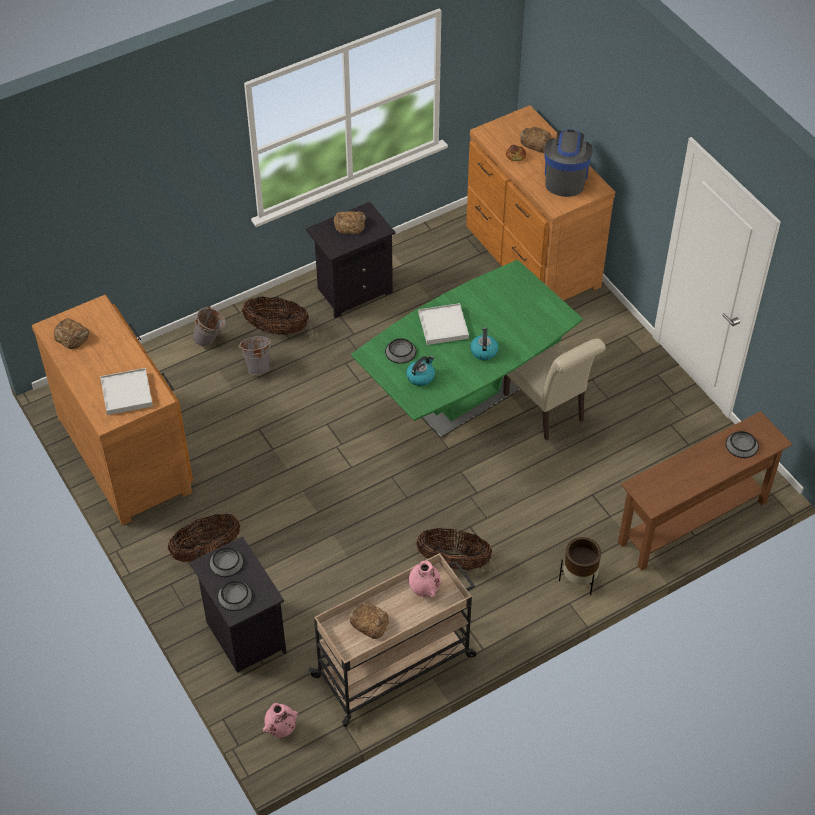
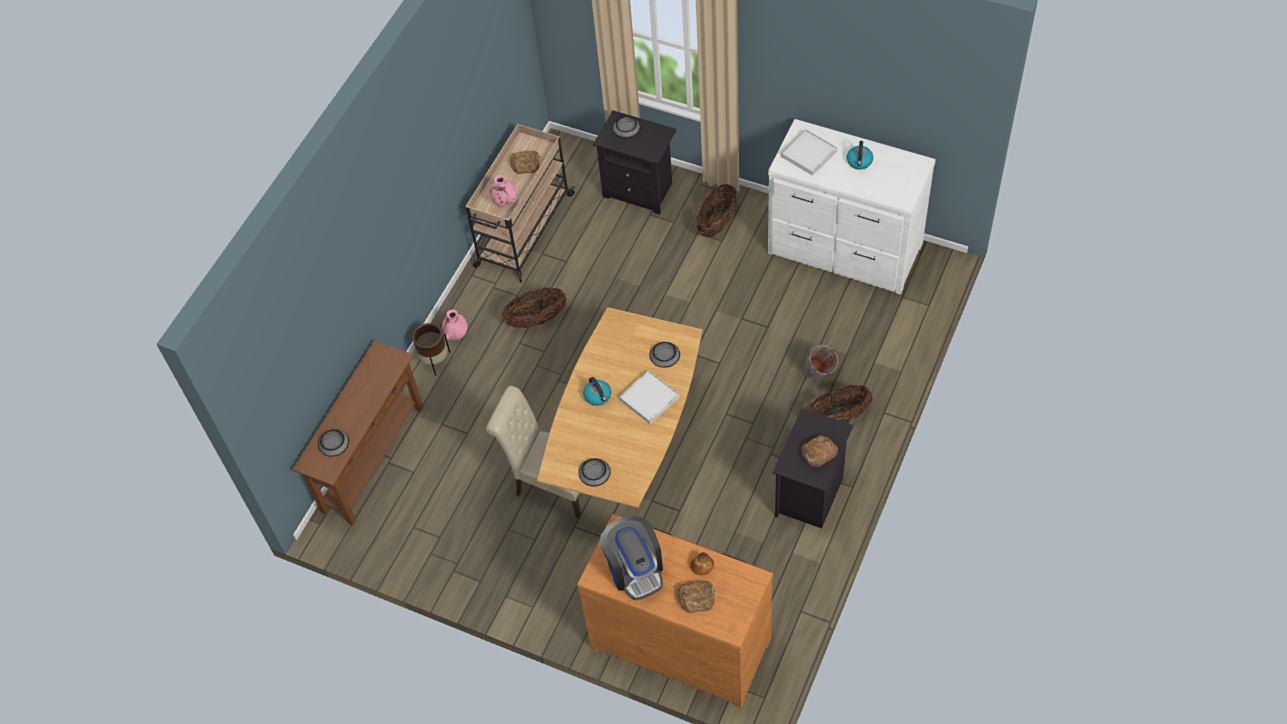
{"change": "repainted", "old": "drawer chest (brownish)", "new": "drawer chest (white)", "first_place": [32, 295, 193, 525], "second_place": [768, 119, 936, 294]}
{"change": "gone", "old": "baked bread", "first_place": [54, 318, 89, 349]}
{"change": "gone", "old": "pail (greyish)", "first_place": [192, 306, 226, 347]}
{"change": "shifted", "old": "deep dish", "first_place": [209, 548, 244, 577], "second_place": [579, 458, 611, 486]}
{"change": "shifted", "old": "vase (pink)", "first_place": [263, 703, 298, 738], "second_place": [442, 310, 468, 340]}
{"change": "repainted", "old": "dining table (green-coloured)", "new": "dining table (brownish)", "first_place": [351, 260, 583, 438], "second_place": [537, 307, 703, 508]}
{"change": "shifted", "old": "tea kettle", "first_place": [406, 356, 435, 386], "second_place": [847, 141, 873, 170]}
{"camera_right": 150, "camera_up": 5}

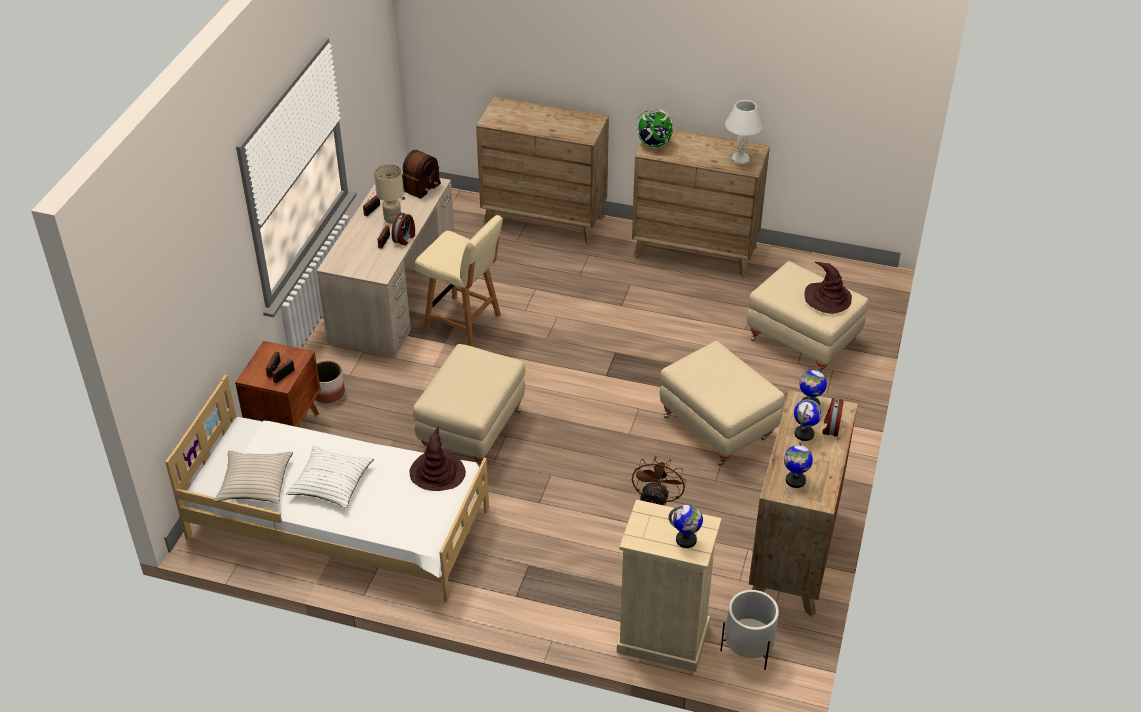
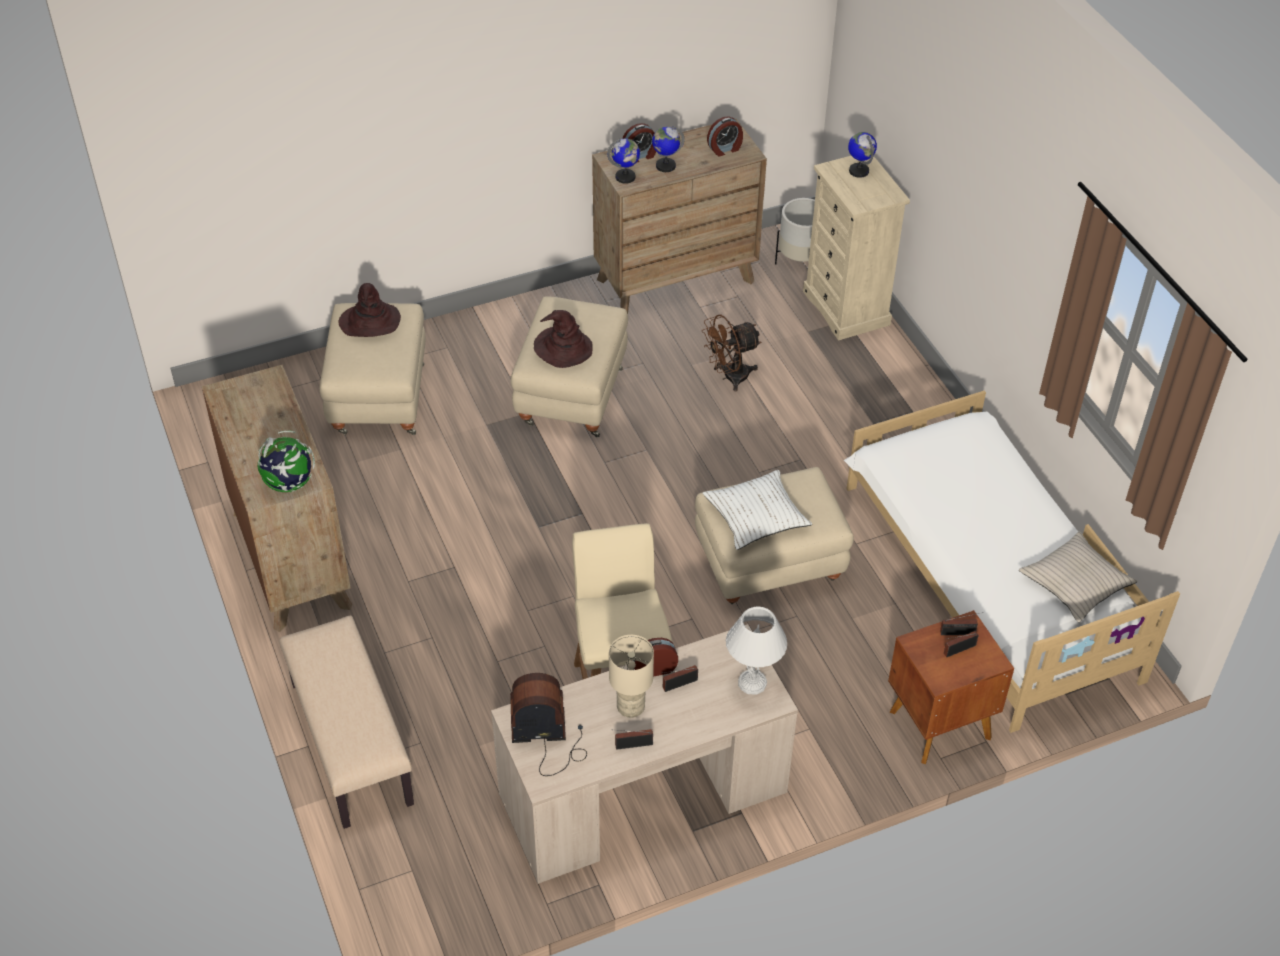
{"change": "shifted", "old": "pillow (white)", "first_place": [286, 446, 374, 508], "second_place": [703, 470, 812, 550]}
{"change": "gone", "old": "plant pot", "first_place": [315, 361, 345, 403]}
{"change": "shifted", "old": "clothing hat (brownish)", "first_place": [410, 426, 466, 491], "second_place": [534, 310, 593, 368]}
{"change": "swapped", "old": "drawer chest (brownish)", "new": "indoor bench (beige)", "first_place": [476, 97, 609, 246], "second_place": [279, 616, 414, 829]}
{"change": "shifted", "old": "lamp for a table (white)", "first_place": [725, 100, 763, 164], "second_place": [726, 607, 787, 695]}
{"change": "swapped", "old": "desk globe", "new": "bedside clock", "first_place": [784, 441, 813, 488], "second_place": [707, 116, 743, 156]}
{"camera_right": -130, "camera_up": 5}

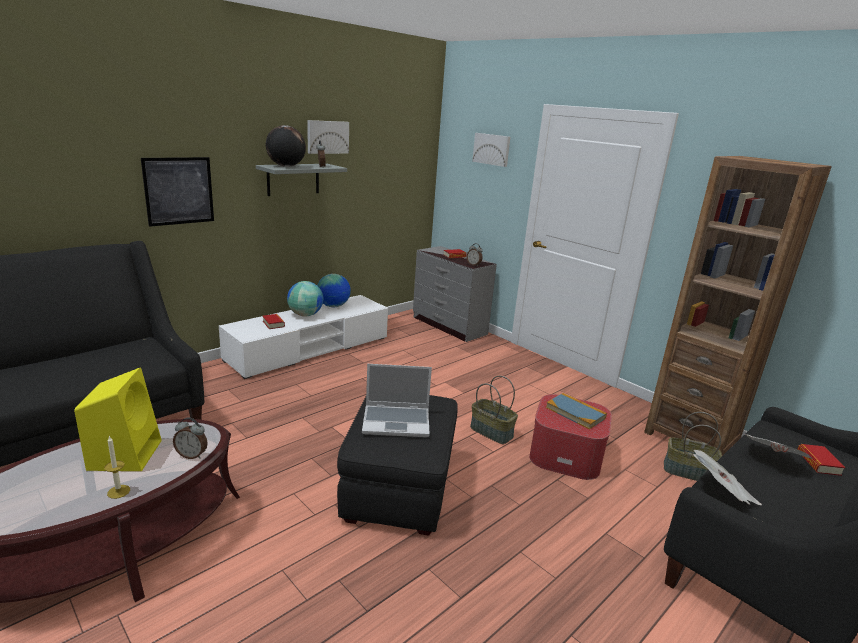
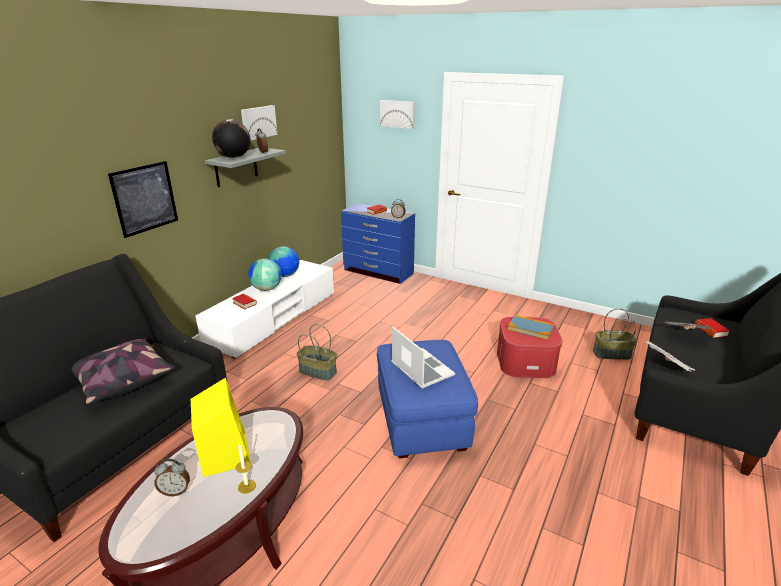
{"change": "shifted", "old": "bedside clock", "first_place": [173, 418, 208, 459], "second_place": [154, 459, 190, 496]}
{"change": "repainted", "old": "ottoman (black)", "new": "ottoman (bluish)", "first_place": [337, 395, 458, 535], "second_place": [377, 340, 478, 458]}
{"change": "rotated", "old": "portable computer", "first_place": [362, 364, 432, 437], "second_place": [392, 326, 455, 389], "degrees": -105}
{"change": "repainted", "old": "drawer chest (greyish)", "new": "drawer chest (bluish)", "first_place": [413, 246, 497, 342], "second_place": [341, 203, 415, 284]}
{"change": "shifted", "old": "household basket", "first_place": [470, 376, 518, 444], "second_place": [297, 324, 337, 381]}
{"change": "gone", "old": "bookcase (brownish)", "first_place": [644, 156, 832, 456]}
{"change": "new", "new": "pillow", "second_place": [72, 338, 175, 404]}
{"camera_right": -15, "camera_up": 5}

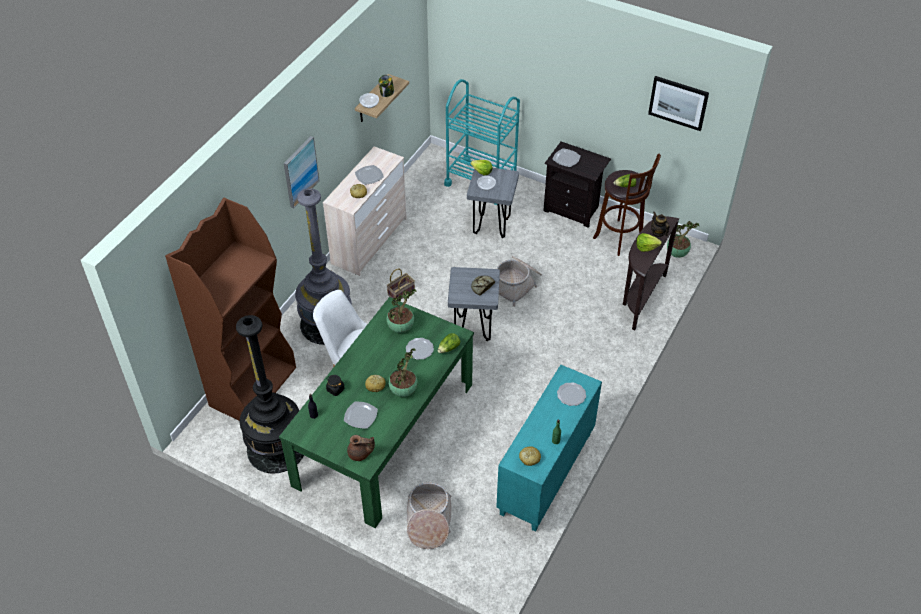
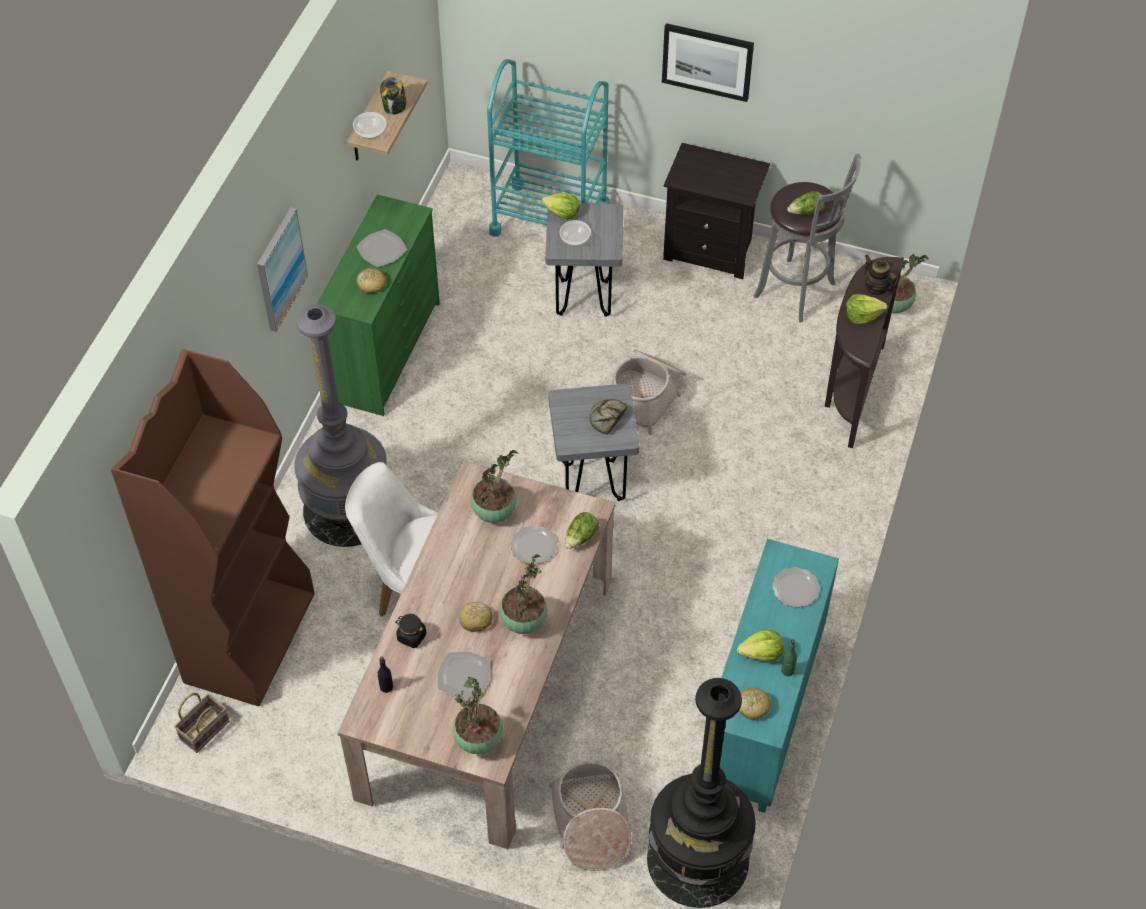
{"change": "shifted", "old": "standard lamp (black)", "first_place": [236, 315, 304, 474], "second_place": [647, 678, 756, 908]}
{"change": "repainted", "old": "dining table (green-coloured)", "new": "dining table (beige)", "first_place": [279, 297, 474, 528], "second_place": [337, 461, 615, 849]}
{"change": "repainted", "old": "drawer chest (beige)", "new": "drawer chest (green-coloured)", "first_place": [323, 146, 407, 276], "second_place": [317, 194, 440, 416]}
{"change": "swapped", "old": "teapot (brownish)", "new": "houseplant", "first_place": [347, 435, 375, 461], "second_place": [453, 677, 503, 754]}
{"change": "shifted", "old": "household basket", "first_place": [387, 269, 415, 299], "second_place": [174, 693, 229, 753]}
{"change": "gone", "old": "dinner plate", "first_place": [552, 148, 580, 167]}
{"change": "repainted", "old": "stool (brownish)", "new": "stool (greyish)", "first_place": [593, 153, 661, 256], "second_place": [754, 153, 861, 322]}
{"change": "shifted", "old": "picture", "first_place": [648, 76, 709, 131], "second_place": [662, 23, 754, 102]}
{"change": "new", "new": "head of lettuce", "second_place": [737, 630, 784, 661]}
{"camera_right": -10, "camera_up": 5}

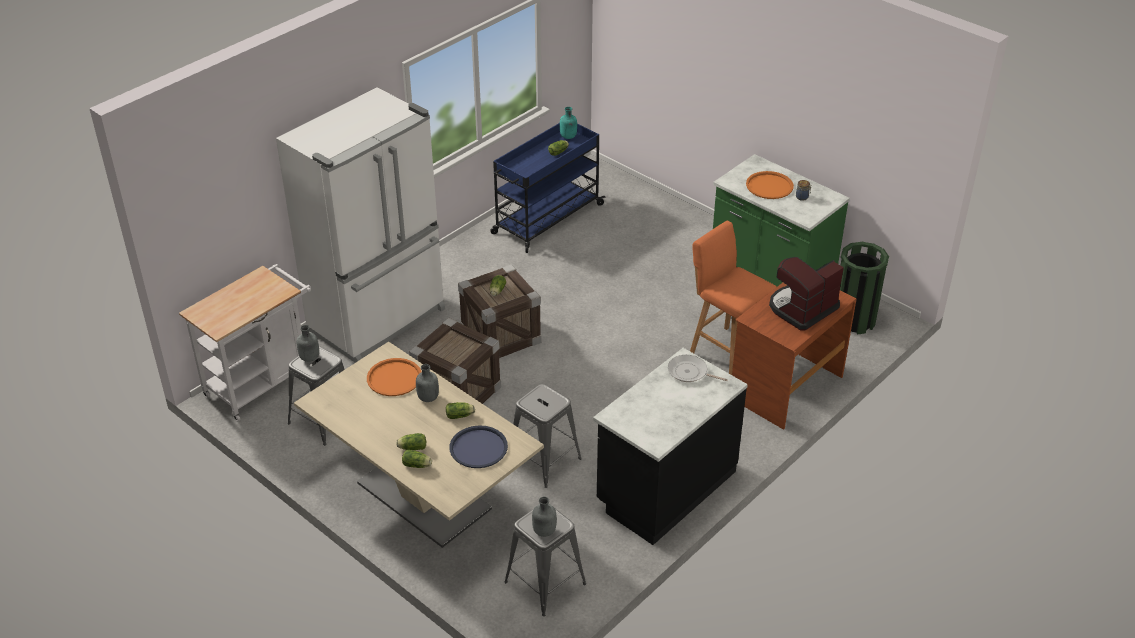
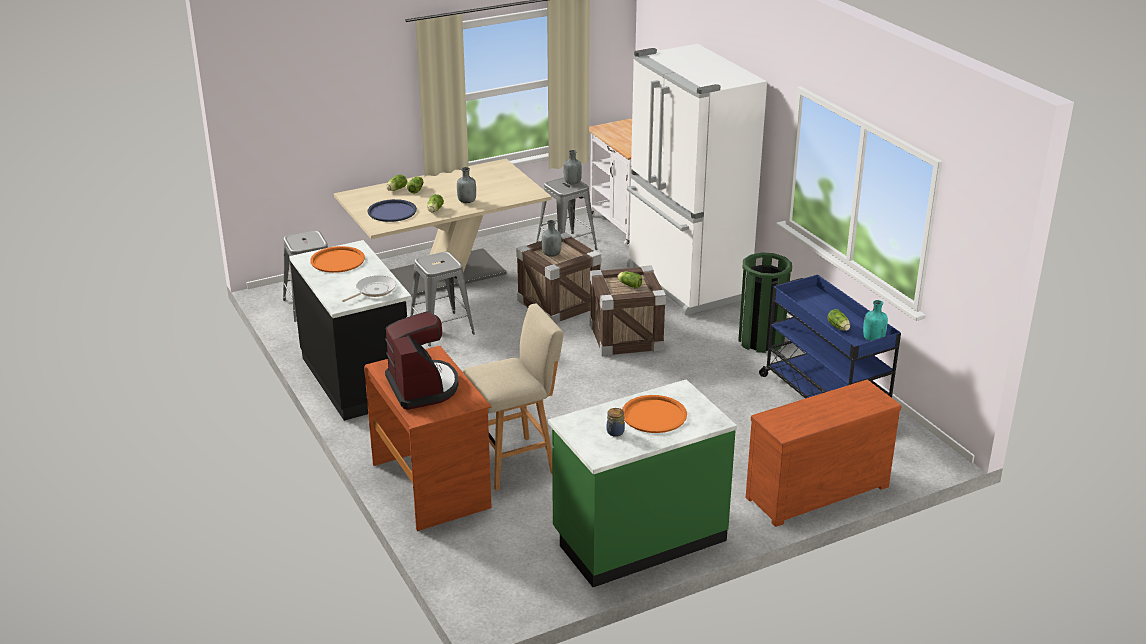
{"change": "shifted", "old": "serving tray (orange-coloured)", "first_place": [367, 358, 422, 396], "second_place": [310, 246, 365, 273]}
{"change": "shifted", "old": "drink bottle (greyish)", "first_place": [532, 497, 557, 537], "second_place": [542, 220, 561, 257]}
{"change": "repainted", "old": "stool (orange-coloured)", "new": "stool (beige)", "first_place": [690, 221, 777, 375], "second_place": [463, 304, 563, 491]}
{"change": "shifted", "old": "waste bin (green-coloured)", "first_place": [840, 242, 889, 335], "second_place": [738, 253, 792, 353]}
{"change": "new", "new": "drawer chest (brownish)", "second_place": [746, 379, 902, 527]}
{"camera_right": 110, "camera_up": -10}

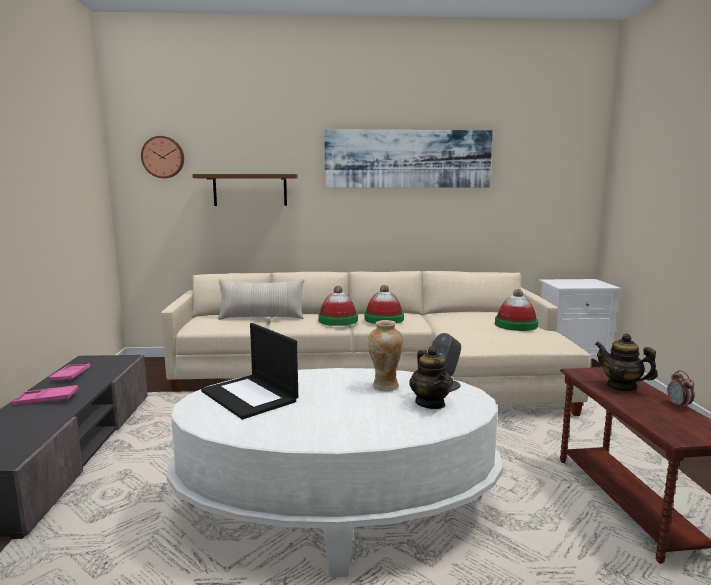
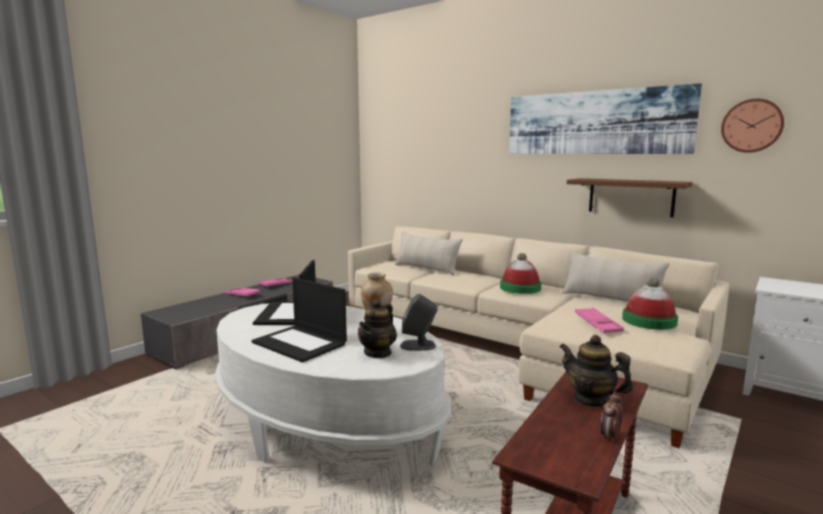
{"change": "shifted", "old": "wall clock", "first_place": [141, 136, 184, 178], "second_place": [721, 99, 784, 153]}
{"change": "shifted", "old": "bracket shelf (brownish)", "first_place": [192, 174, 298, 206], "second_place": [567, 178, 693, 217]}
{"change": "gone", "old": "clothing hat", "first_place": [318, 286, 358, 326]}
{"change": "rotated", "old": "teapot", "first_place": [595, 334, 658, 392], "second_place": [559, 335, 633, 408], "degrees": -45}
{"change": "new", "new": "portable computer", "second_place": [252, 277, 347, 363]}
{"change": "new", "new": "pillow (beige)", "second_place": [562, 251, 670, 302]}
{"change": "new", "new": "serving tray (pink)", "second_place": [575, 308, 624, 333]}
{"camera_right": 40, "camera_up": 0}

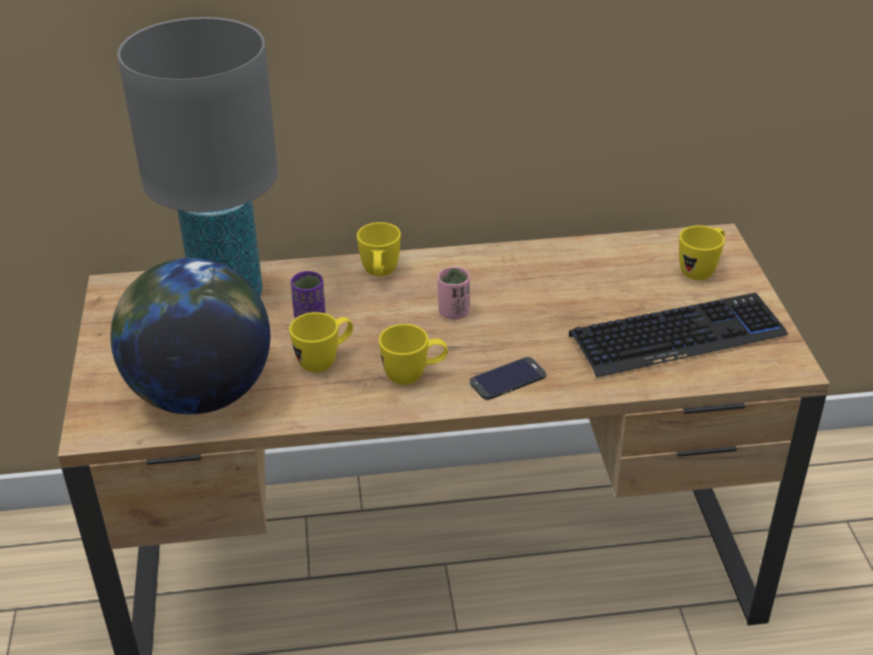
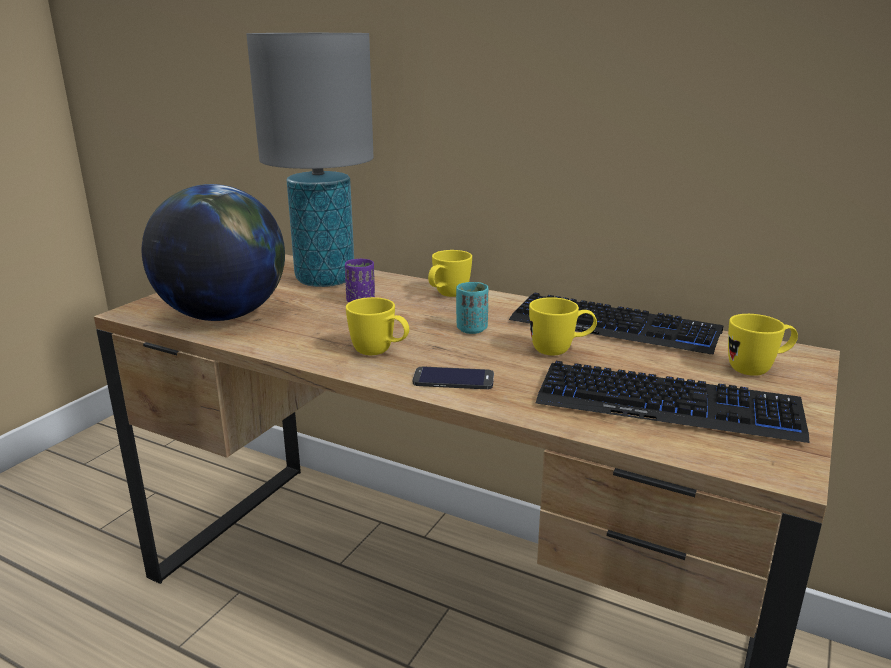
{"change": "shifted", "old": "coffee mug (yellow-coloured)", "first_place": [289, 312, 353, 372], "second_place": [529, 297, 597, 355]}
{"change": "repainted", "old": "cup (pink)", "new": "cup (turquoise-coloured)", "first_place": [438, 267, 470, 320], "second_place": [456, 282, 489, 334]}
{"change": "new", "new": "computer keyboard", "second_place": [509, 292, 723, 355]}
{"camera_right": 35, "camera_up": -15}

